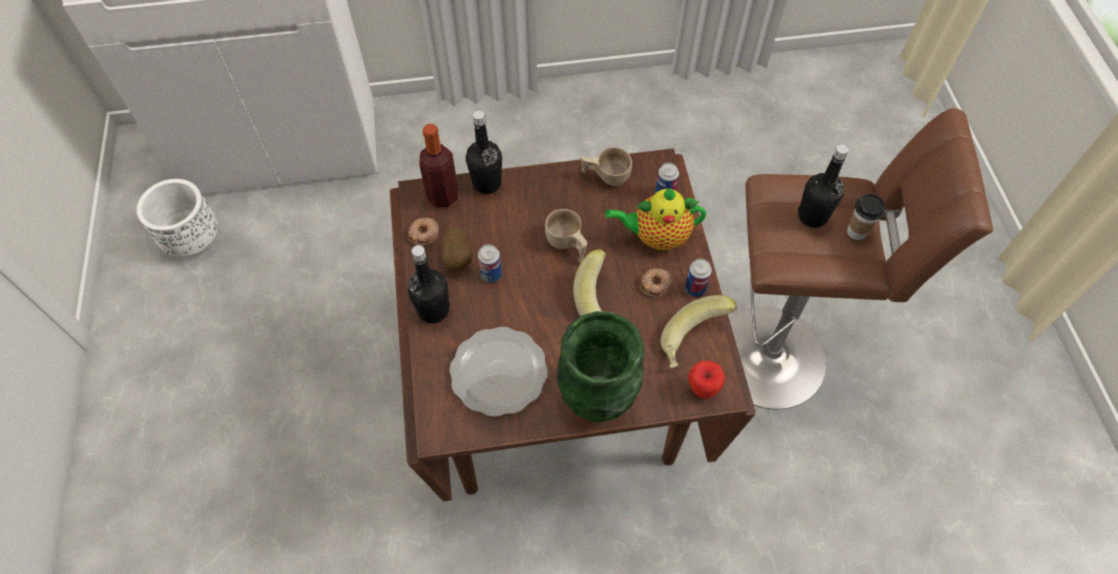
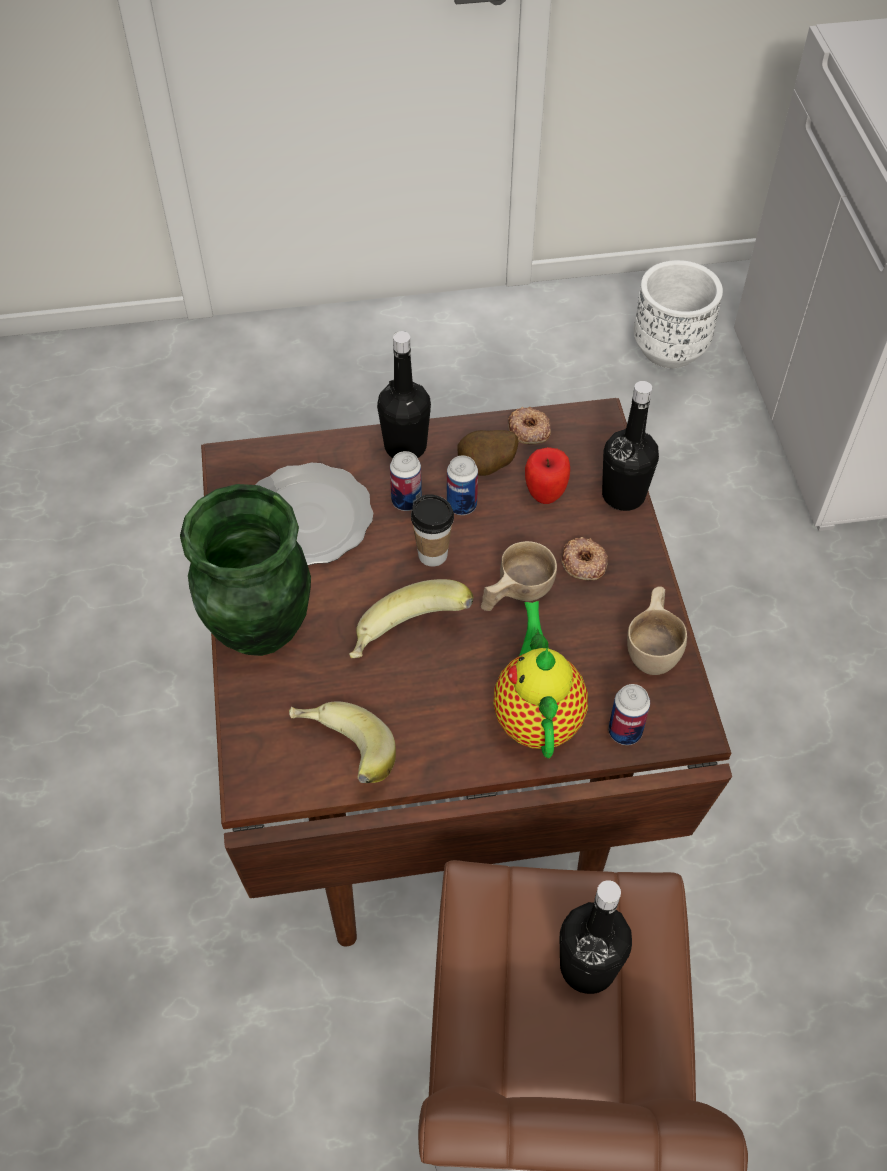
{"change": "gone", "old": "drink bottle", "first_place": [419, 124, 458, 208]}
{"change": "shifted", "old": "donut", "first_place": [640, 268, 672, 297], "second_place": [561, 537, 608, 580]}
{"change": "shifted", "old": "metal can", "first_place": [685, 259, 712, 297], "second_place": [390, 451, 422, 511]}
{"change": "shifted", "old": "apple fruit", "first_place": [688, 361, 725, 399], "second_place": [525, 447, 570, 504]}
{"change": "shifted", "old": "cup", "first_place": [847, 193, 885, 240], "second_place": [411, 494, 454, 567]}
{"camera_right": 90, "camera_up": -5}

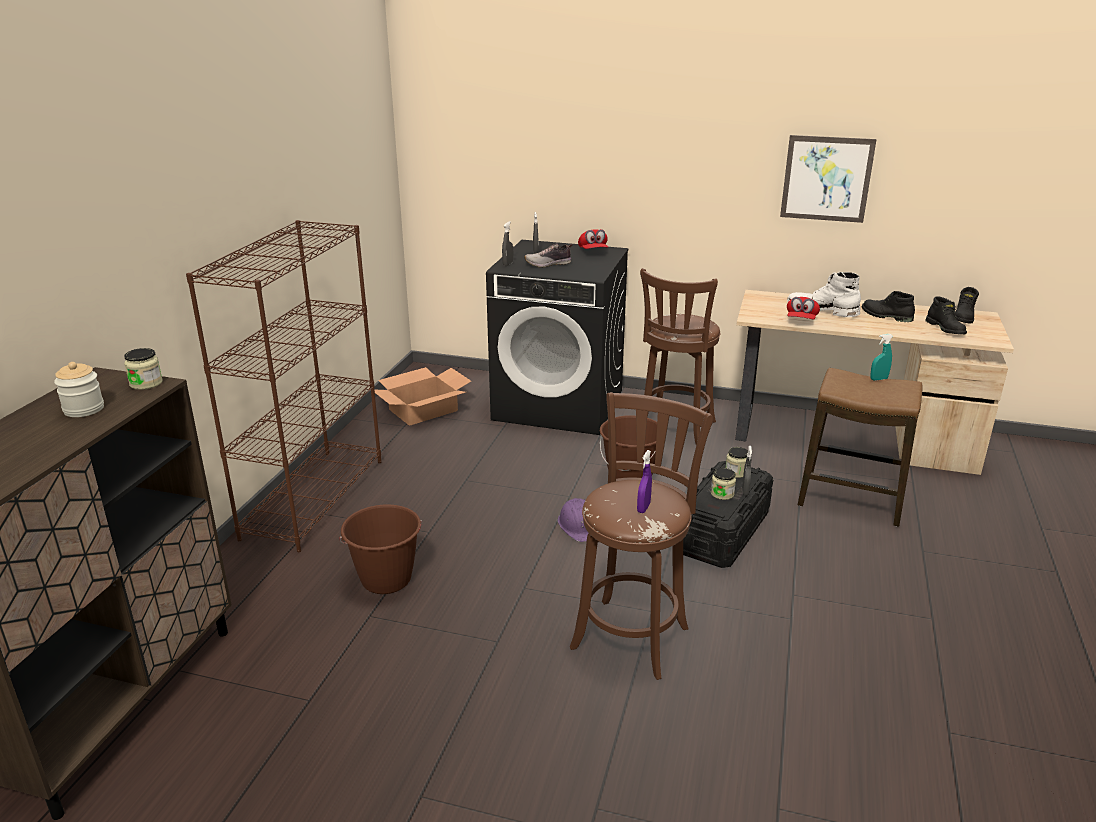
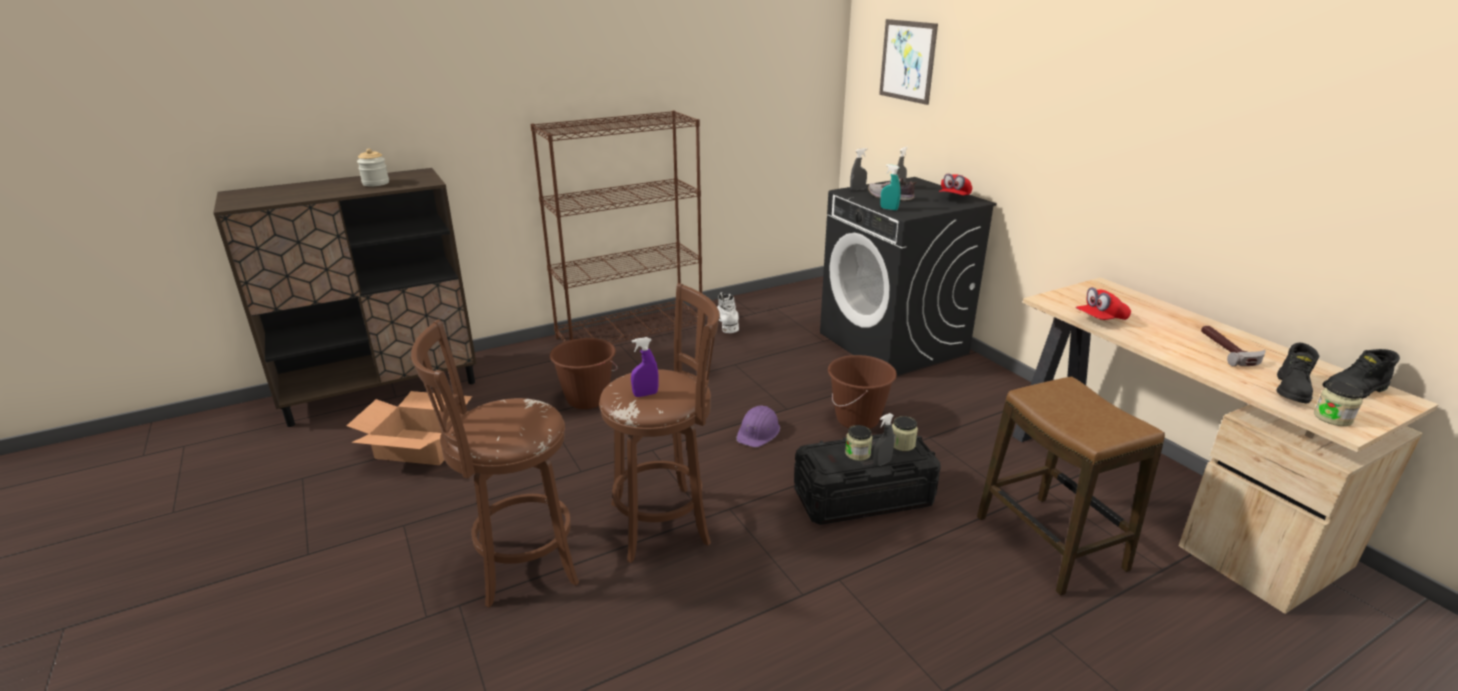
{"change": "shifted", "old": "storage jar", "first_place": [124, 348, 163, 390], "second_place": [1314, 382, 1364, 426]}
{"change": "shifted", "old": "carton", "first_place": [375, 367, 471, 426], "second_place": [347, 391, 472, 465]}
{"change": "shifted", "old": "stool (brownish)", "first_place": [640, 268, 721, 445], "second_place": [411, 319, 579, 607]}
{"change": "shifted", "old": "picture", "first_place": [780, 135, 877, 223], "second_place": [879, 19, 938, 105]}
{"change": "shifted", "old": "tall boot (white)", "first_place": [787, 272, 861, 317], "second_place": [717, 292, 739, 333]}
{"change": "swapped", "old": "tall boot (black)", "new": "hand hammer", "first_place": [862, 291, 915, 322], "second_place": [1201, 326, 1265, 366]}
{"change": "shifted", "old": "spray bottle (turquoise-coloured)", "first_place": [870, 334, 893, 380], "second_place": [880, 164, 901, 210]}
{"camera_right": 45, "camera_up": 0}

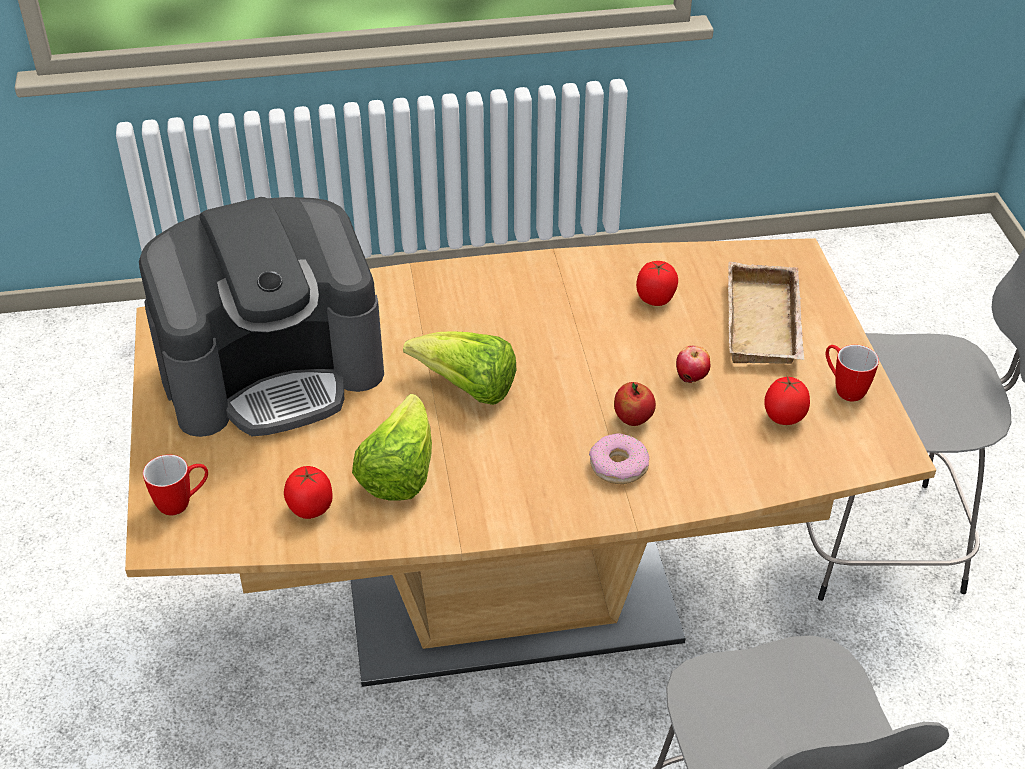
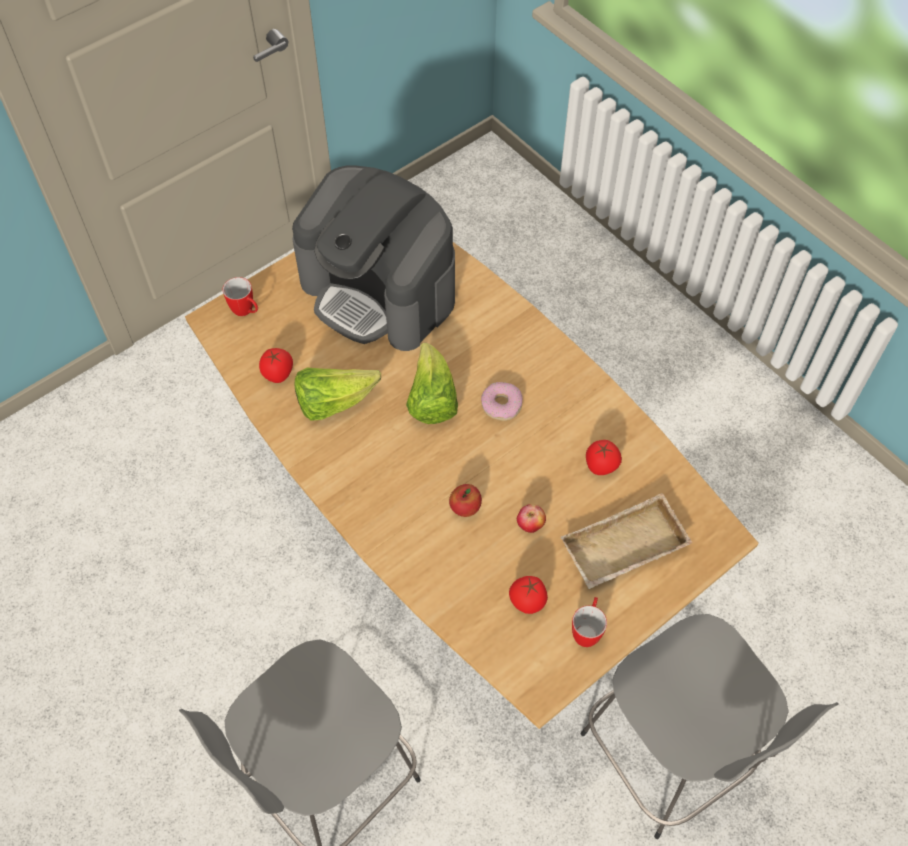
{"change": "shifted", "old": "donut", "first_place": [589, 433, 649, 484], "second_place": [481, 382, 523, 421]}
{"camera_right": 60, "camera_up": 15}

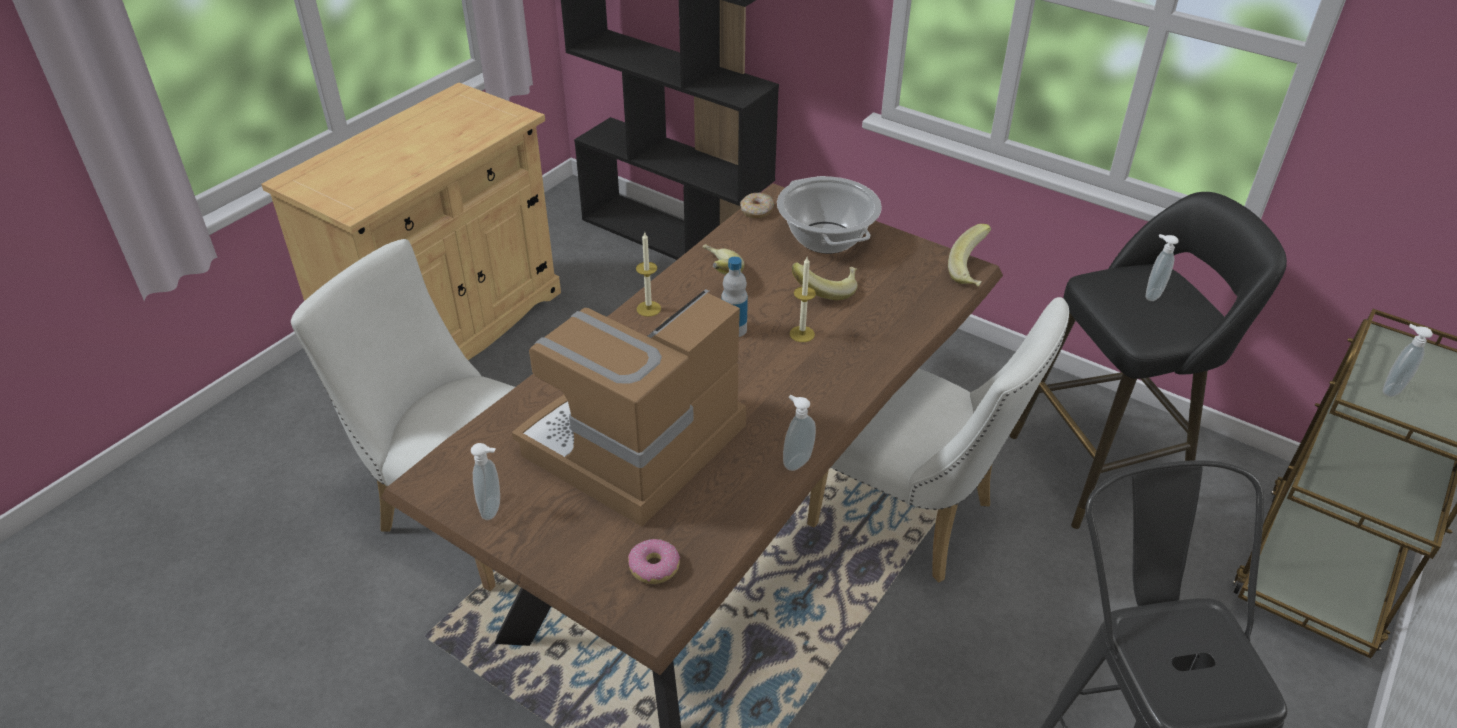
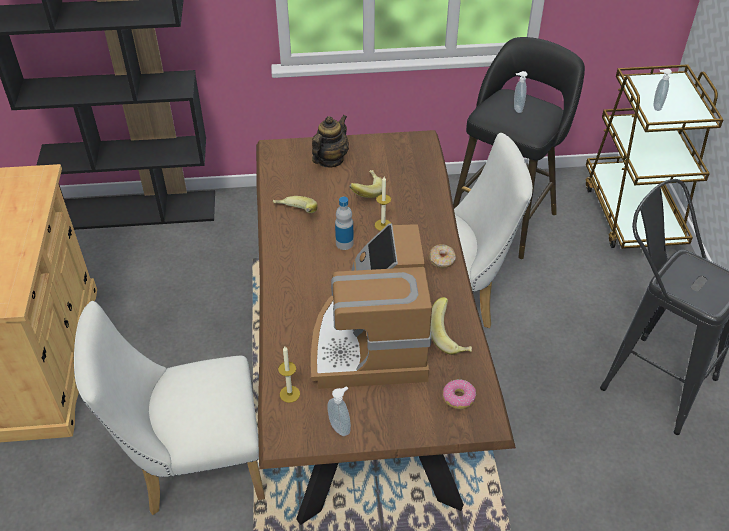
{"change": "shifted", "old": "wax candle", "first_place": [636, 233, 661, 317], "second_place": [278, 346, 300, 403]}
{"change": "shifted", "old": "donut", "first_place": [740, 193, 774, 218], "second_place": [429, 244, 456, 269]}
{"change": "swapped", "old": "cooking pot", "new": "teapot", "first_place": [777, 176, 882, 254], "second_place": [312, 115, 349, 168]}
{"change": "gone", "old": "soap dispenser", "first_place": [783, 395, 816, 471]}
{"change": "shifted", "old": "banana fruit", "first_place": [948, 224, 991, 287], "second_place": [430, 297, 472, 355]}
{"camera_right": -40, "camera_up": 5}

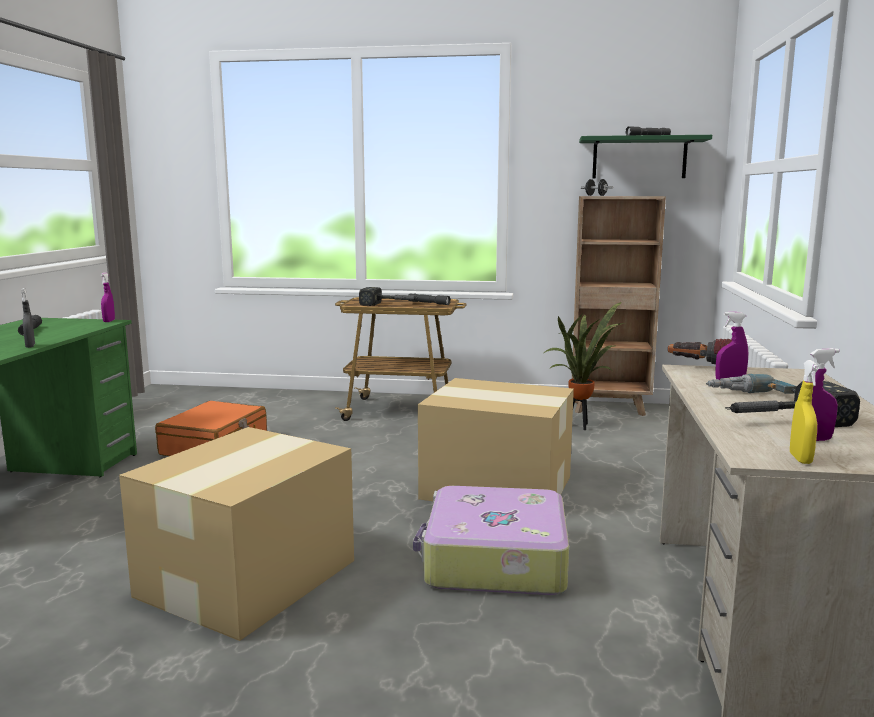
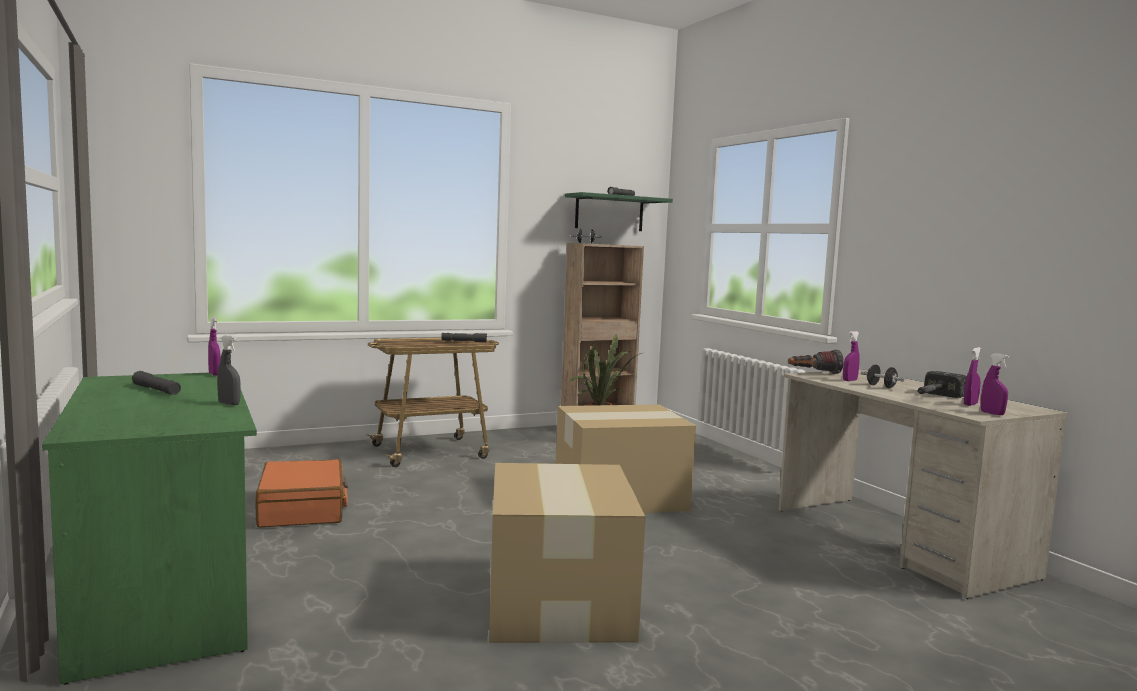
{"change": "gone", "old": "hand hammer", "first_place": [359, 287, 417, 306]}
{"change": "gone", "old": "suitcase", "first_place": [413, 486, 569, 595]}
{"change": "swapped", "old": "electric drill", "new": "hand weight (black)", "first_place": [706, 374, 797, 394], "second_place": [861, 365, 905, 388]}
{"change": "repainted", "old": "spray bottle (yellow-coloured)", "new": "spray bottle (purple)", "first_place": [790, 360, 820, 464], "second_place": [981, 353, 1009, 415]}
{"camera_right": -35, "camera_up": -5}

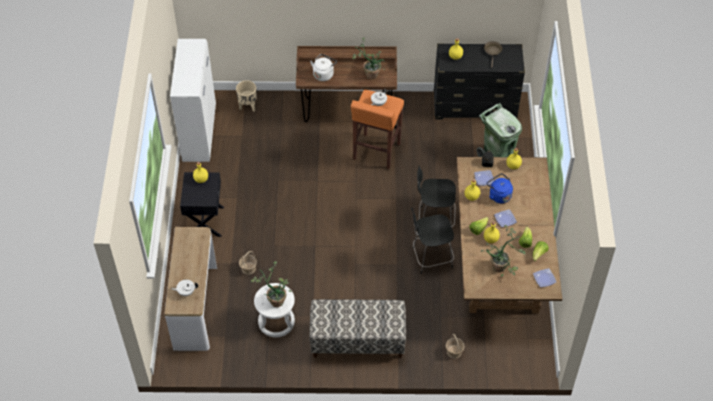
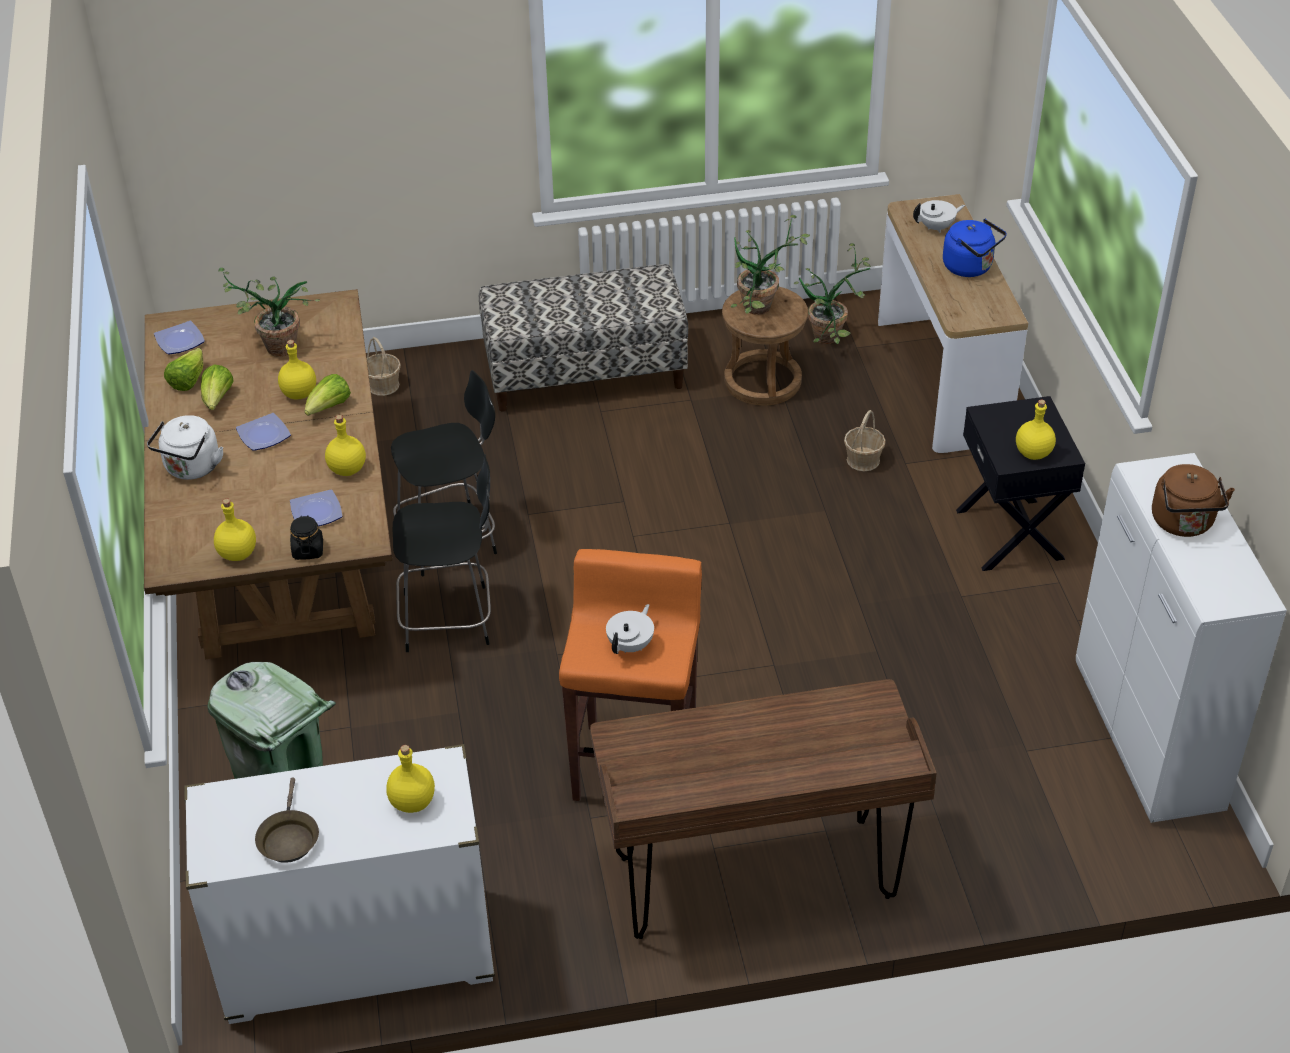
{"change": "gone", "old": "plant pot (beige)", "first_place": [236, 80, 257, 111]}
{"change": "repainted", "old": "stool (white)", "new": "stool (brownish)", "first_place": [254, 283, 295, 338], "second_place": [722, 287, 808, 406]}
{"change": "shifted", "old": "tea kettle (white)", "first_place": [310, 54, 337, 81], "second_place": [147, 415, 224, 480]}
{"change": "shifted", "old": "houseplant", "first_place": [352, 38, 385, 80], "second_place": [794, 243, 871, 344]}
{"change": "repainted", "old": "drawer chest (black)", "new": "drawer chest (white)", "first_place": [434, 43, 525, 119], "second_place": [184, 744, 495, 1024]}
{"change": "shifted", "old": "tea kettle (bluish)", "first_place": [487, 173, 513, 203], "second_place": [943, 219, 1007, 277]}
{"change": "new", "new": "tea kettle (brownish)", "second_place": [1152, 464, 1235, 537]}
{"camera_right": 170, "camera_up": -10}

